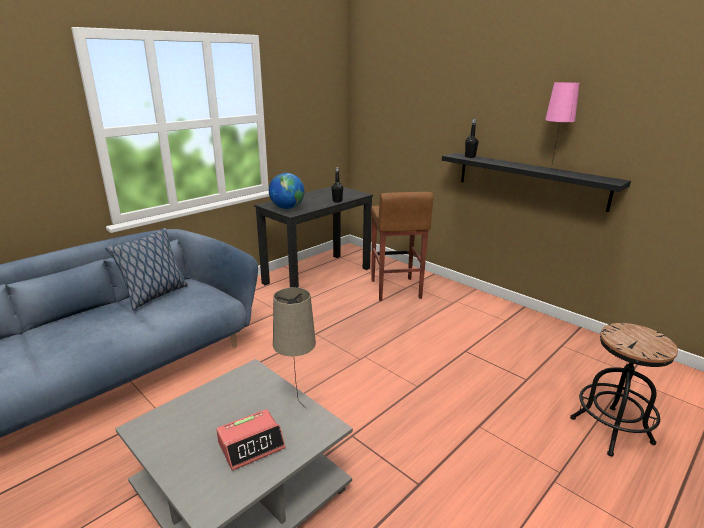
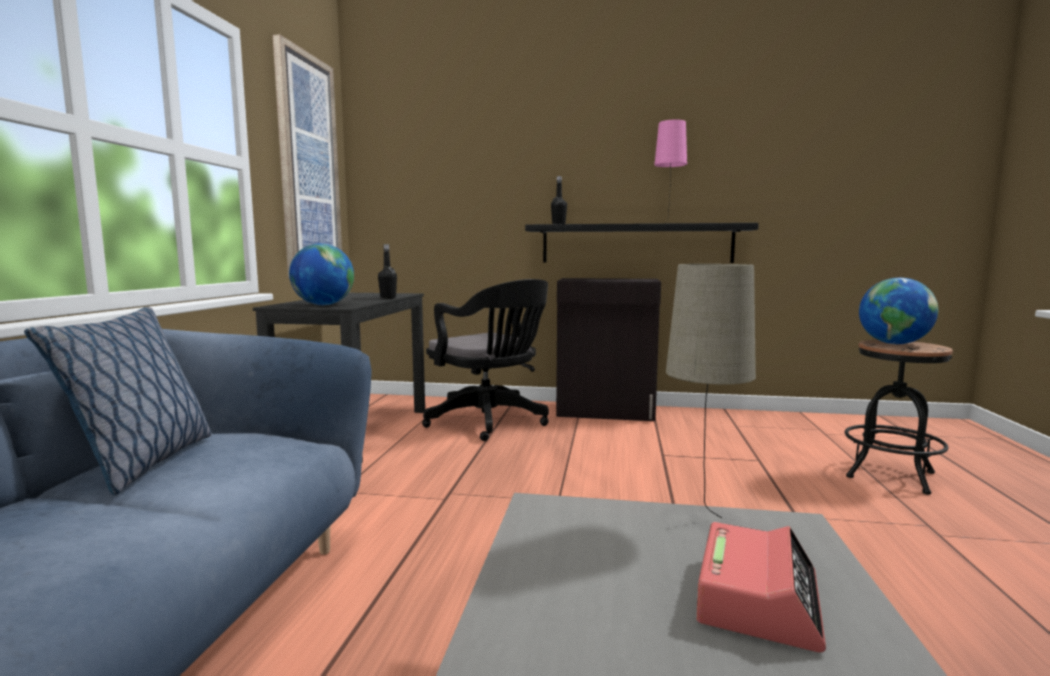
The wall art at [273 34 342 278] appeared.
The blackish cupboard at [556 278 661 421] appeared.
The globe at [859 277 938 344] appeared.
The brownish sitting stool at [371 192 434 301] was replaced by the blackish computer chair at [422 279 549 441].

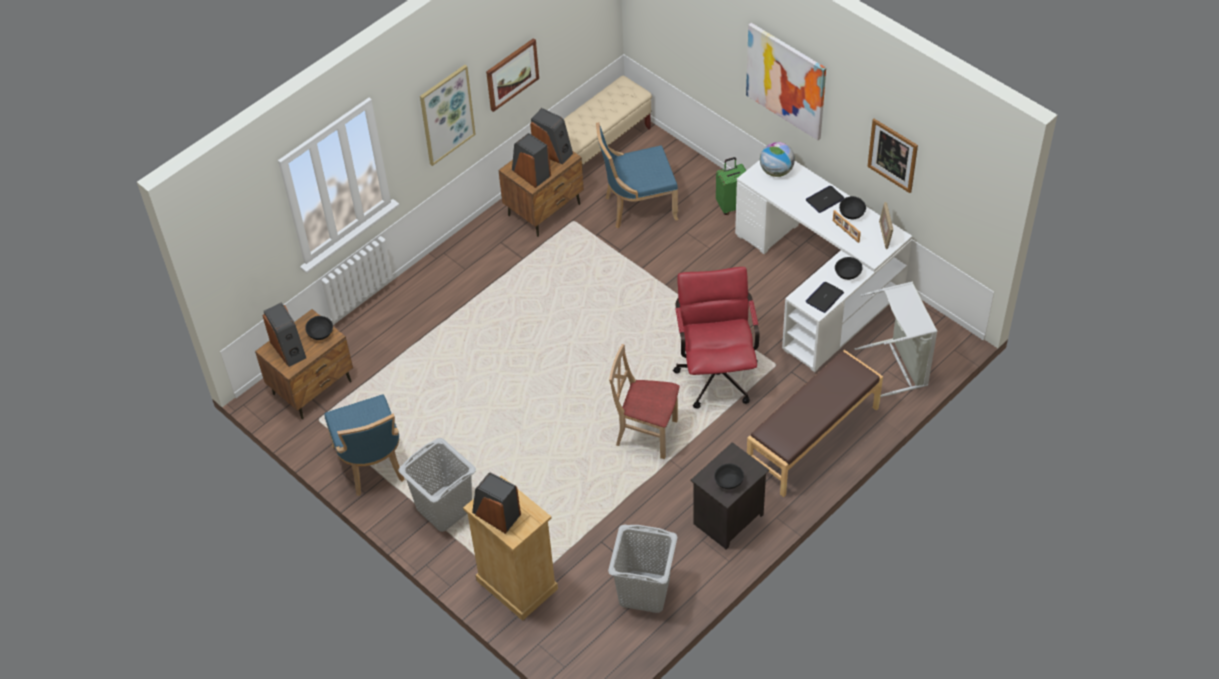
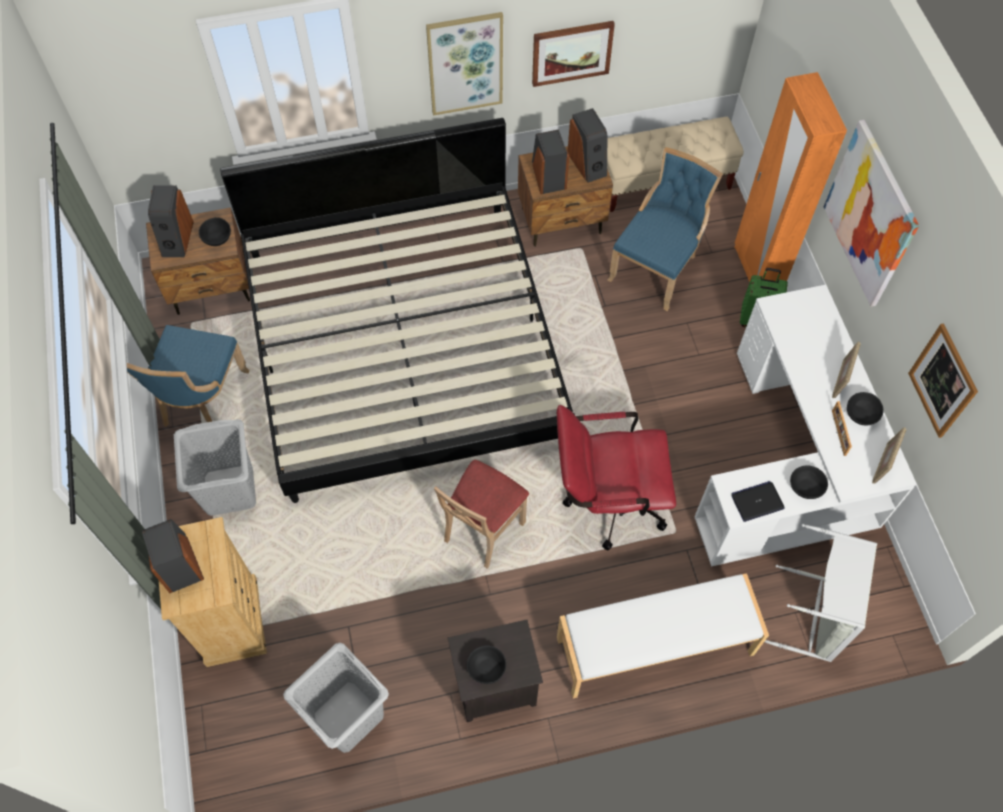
The globe at [760 142 795 177] disappeared.
The bedroom bed at [220 118 575 503] appeared.
The orange armoire at [734 72 847 282] appeared.
The laptop at [806 186 844 213] was replaced by the picture frame at [832 342 861 398].
The brownish indoor bench at [747 350 883 497] became the white-coloured indoor bench at [557 573 769 699].
The blue-coloured chair at [596 122 678 228] turned 105 degrees clockwise.
The beige-coloured chair at [609 344 679 459] turned 105 degrees counterclockwise.
The red computer chair at [673 267 759 409] turned 120 degrees counterclockwise.

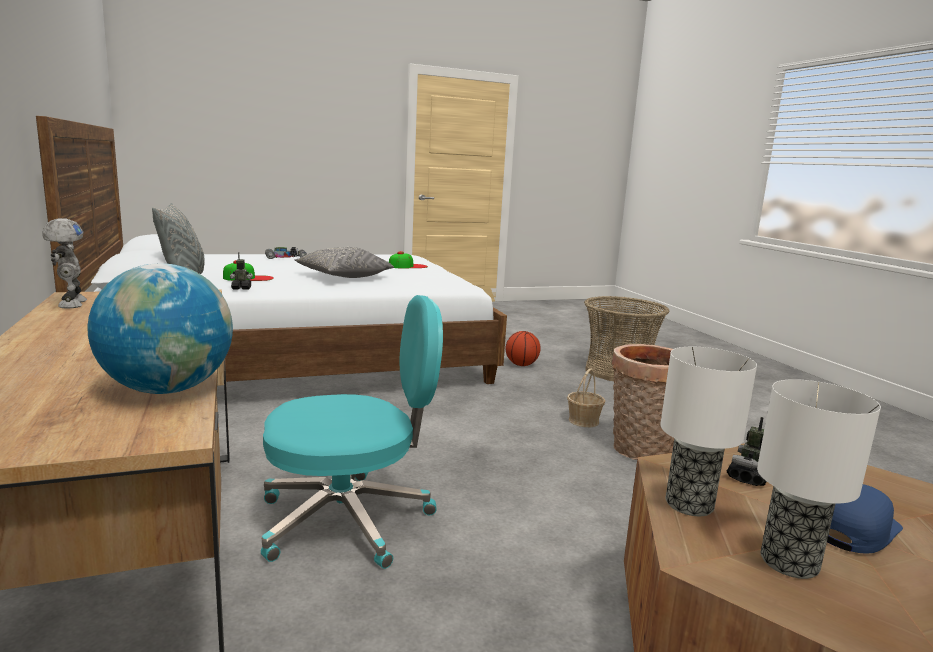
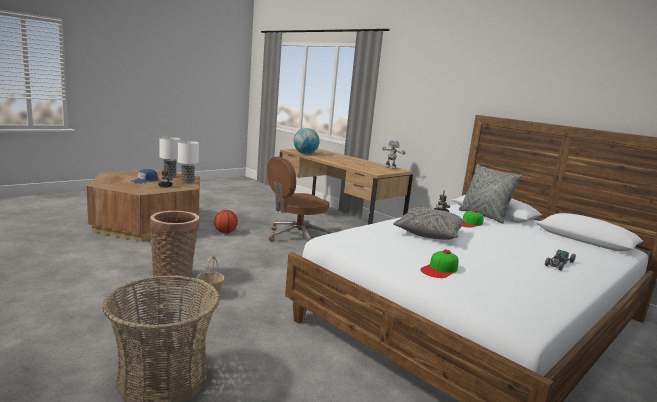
The basketball moved from [505 331 541 366] to [214 210 238 233].
The turquoise-coloured computer chair at [261 295 443 569] became the brownish computer chair at [267 157 332 242].

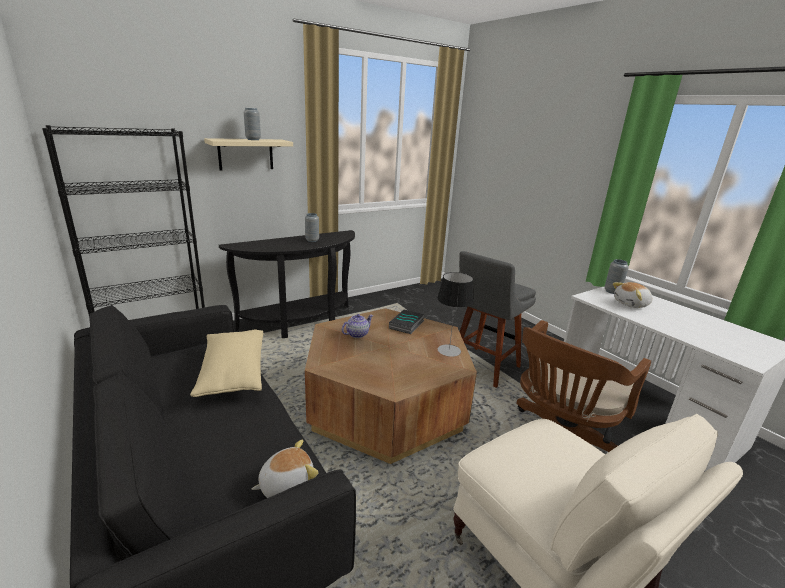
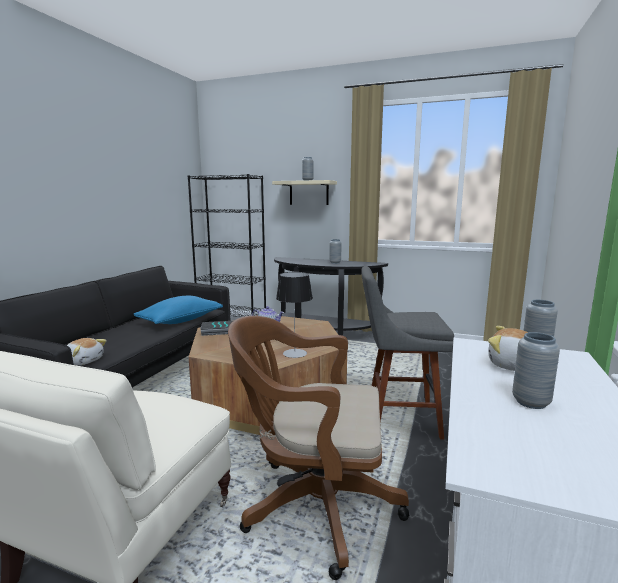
The gray flower vase at [512 332 560 409] appeared.
The volume moved from [389 310 425 334] to [200 321 233 336].
The beige-coloured pillow at [190 330 263 397] became the blue-coloured pillow at [134 296 223 324].

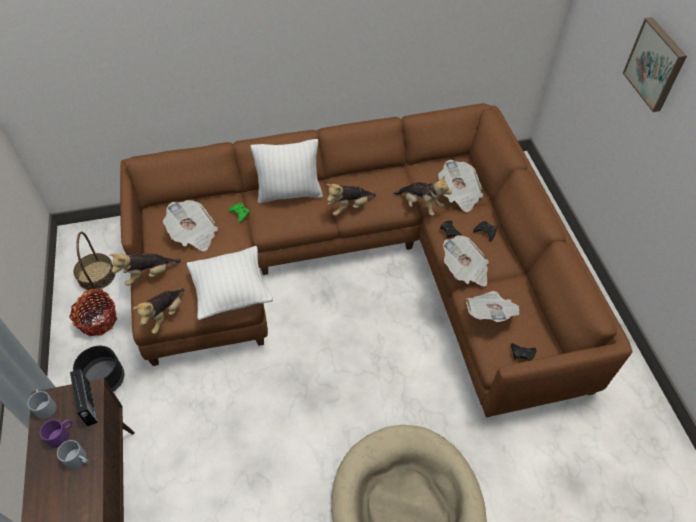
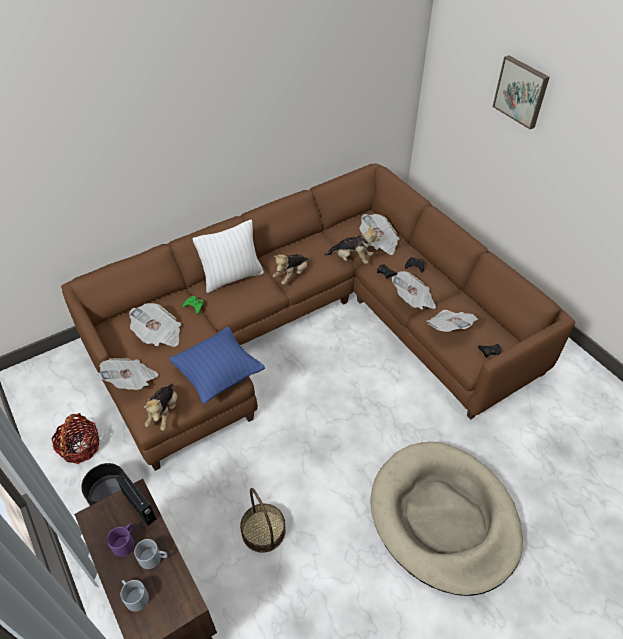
The gray coffee mug moved from [28 389 57 419] to [121 580 149 612].
The household basket moved from [74 232 116 290] to [240 488 286 553].
The soft toy at [109 253 181 286] was replaced by the printed paper at [98 358 159 390].
The white-coloured pillow at [187 246 273 320] became the blue-coloured pillow at [169 326 265 404].

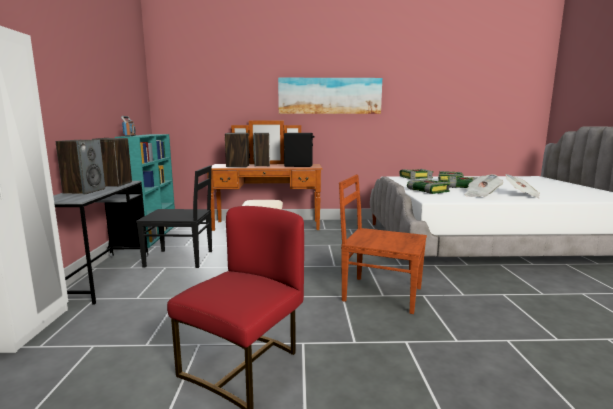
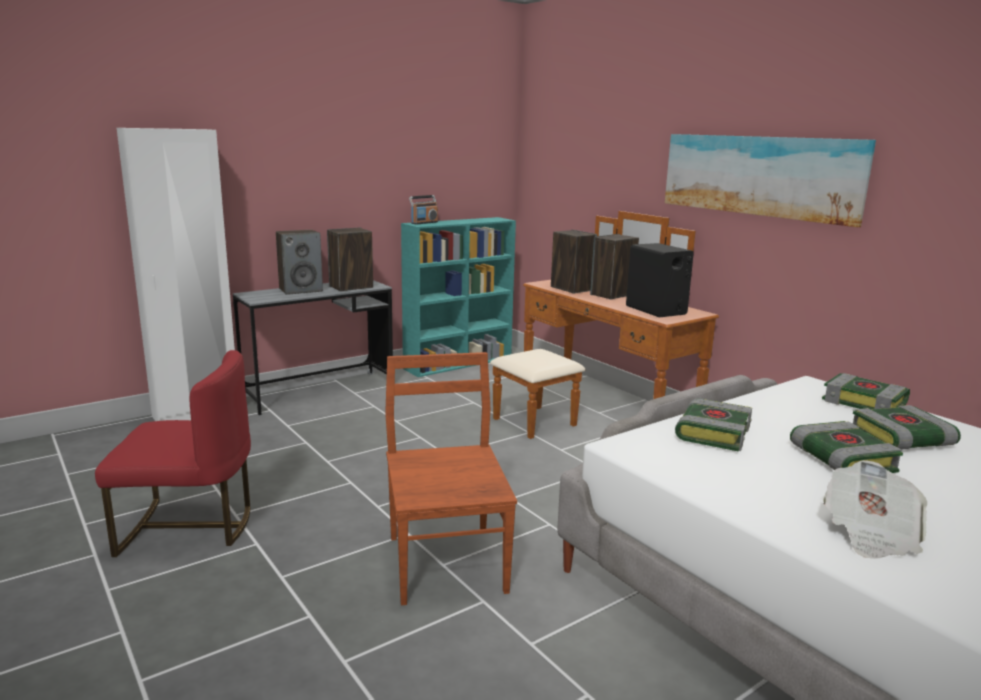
The blackish chair at [136 165 212 268] disappeared.
The printed paper at [465 174 503 197] disappeared.

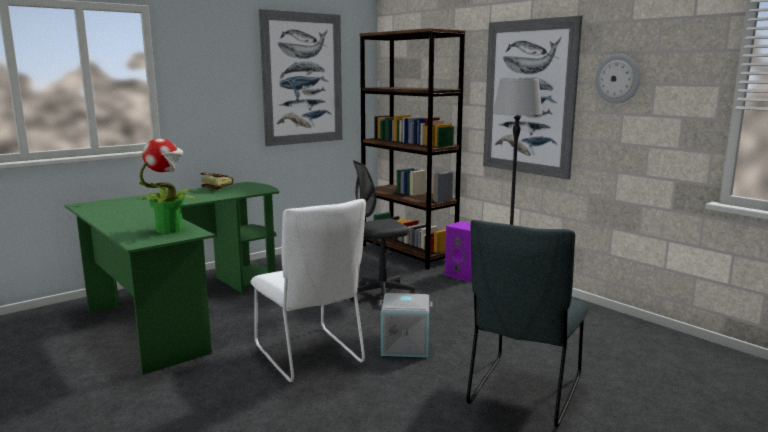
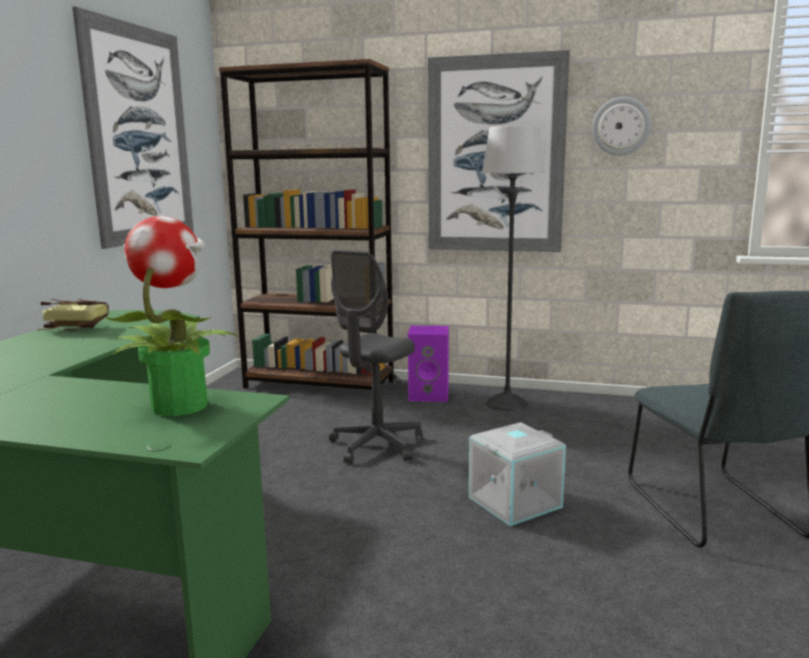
The white-coloured chair at [251 199 366 382] disappeared.

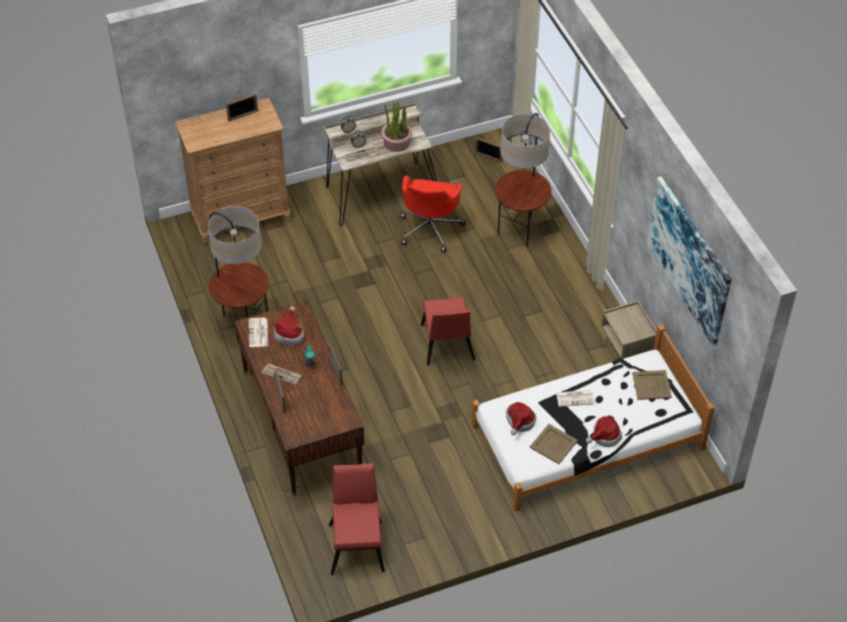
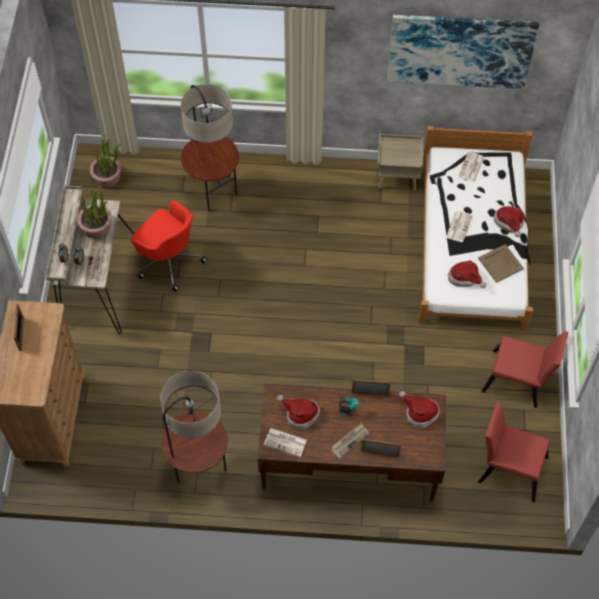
The hat at [399 391 440 430] appeared.
The red chair moved from [421 297 475 366] to [482 332 569 408].
The picture frame at [475 137 502 163] was replaced by the plant in a pot at [90 135 121 188].
The beige-coloured tray at [632 370 672 400] was replaced by the printed paper at [458 151 484 182].

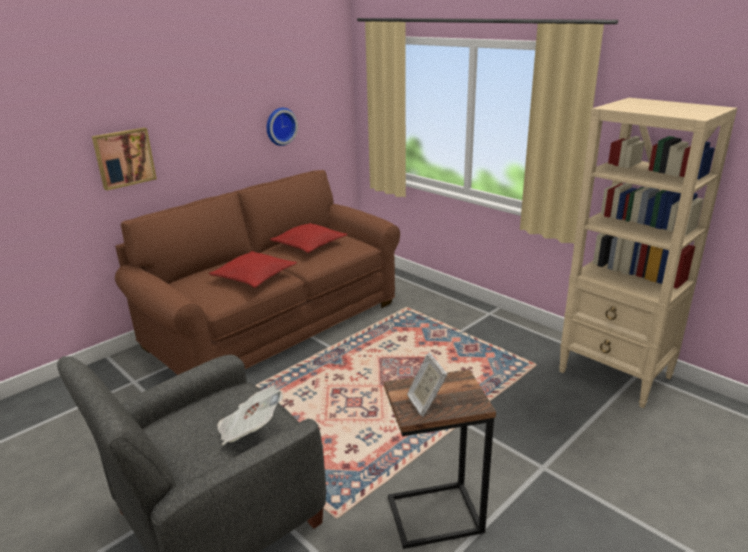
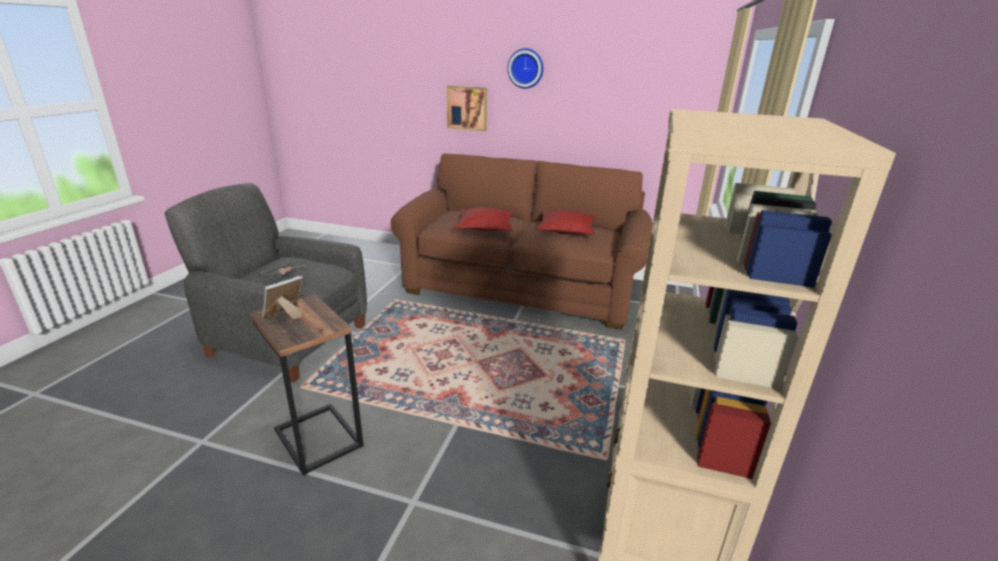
The hanging clock moved from [267 108 298 146] to [507 48 544 89].

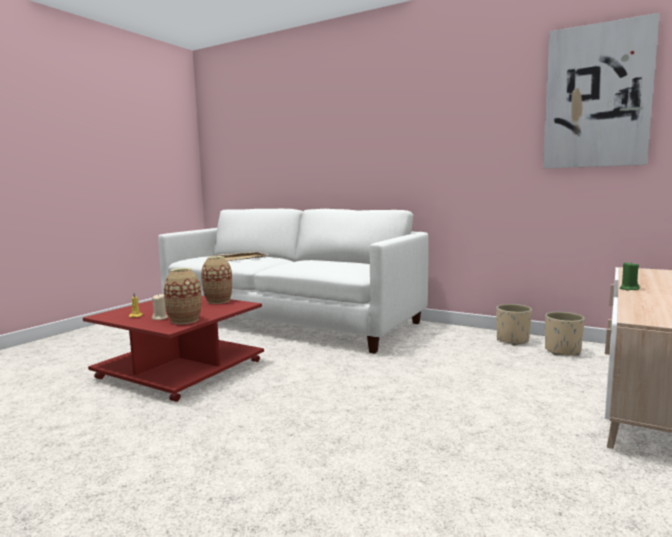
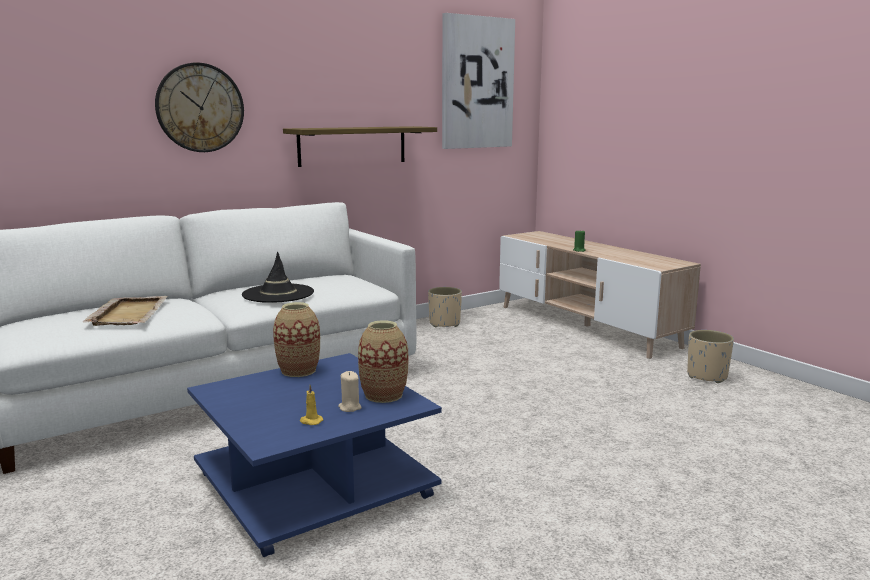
The hanging clock at [155 62 244 152] appeared.
The blackish hat at [242 251 314 303] appeared.
The bracket shelf at [283 126 437 167] appeared.
The beige-coloured planter moved from [545 312 585 355] to [687 330 734 383].
The red lounge table at [83 296 264 402] became the blue-coloured lounge table at [187 353 442 557].

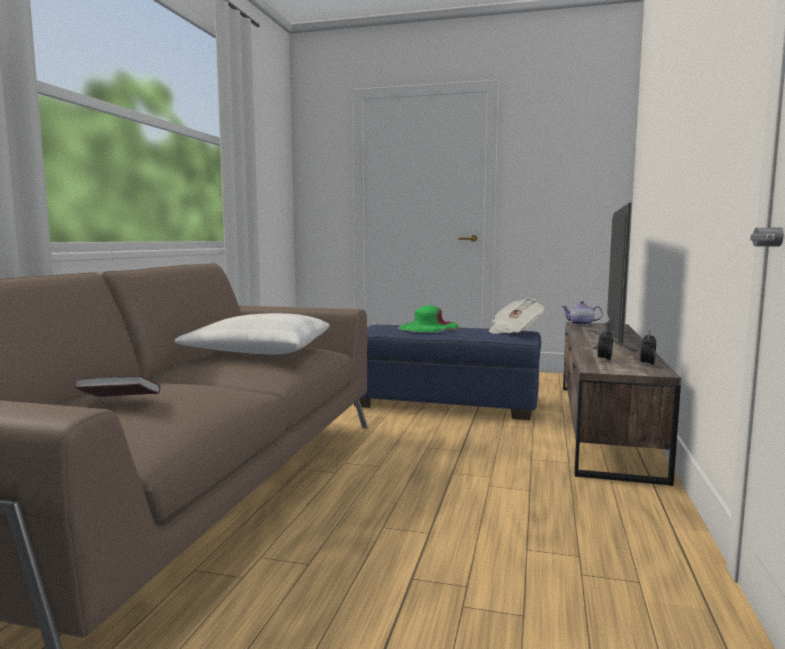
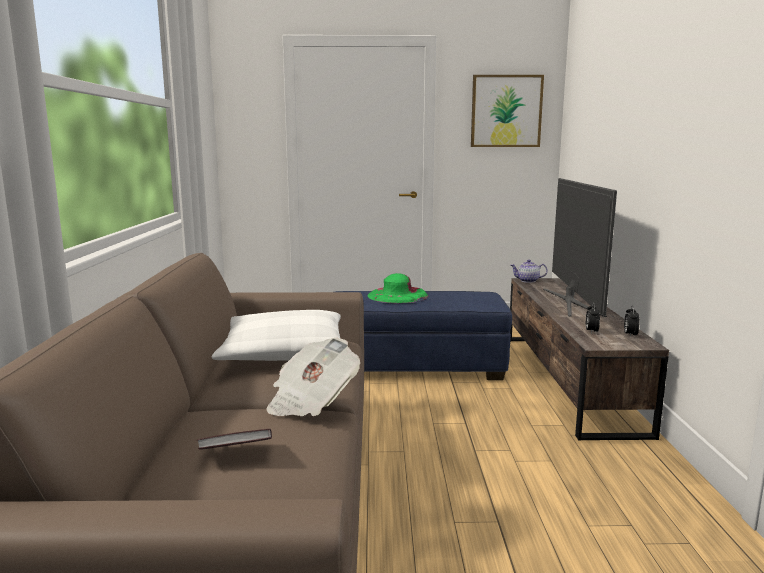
The wall art at [471 75 544 147] appeared.
The printed paper moved from [489 298 544 334] to [266 338 360 416].

